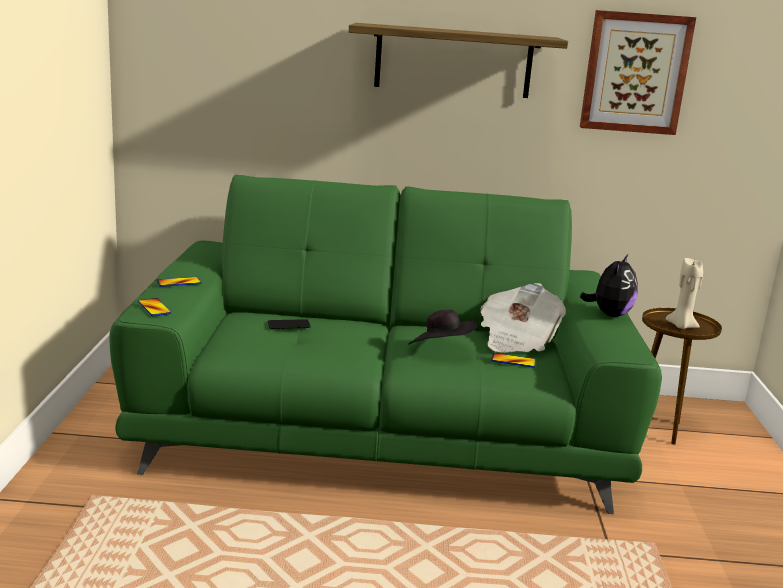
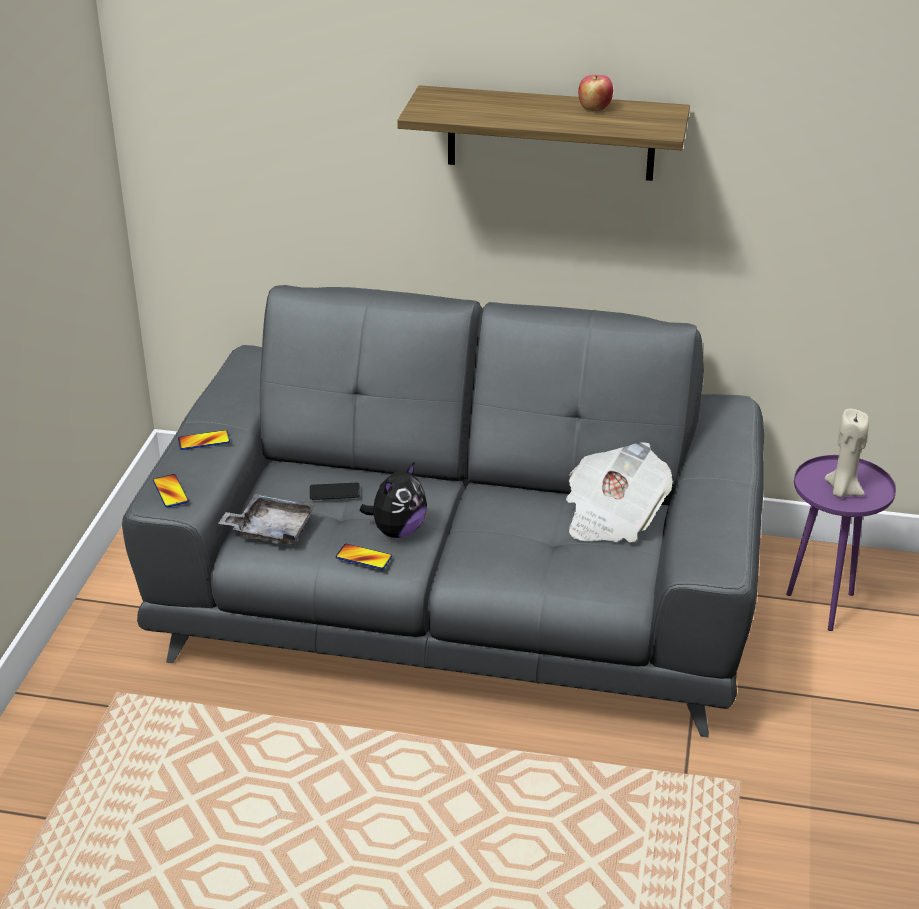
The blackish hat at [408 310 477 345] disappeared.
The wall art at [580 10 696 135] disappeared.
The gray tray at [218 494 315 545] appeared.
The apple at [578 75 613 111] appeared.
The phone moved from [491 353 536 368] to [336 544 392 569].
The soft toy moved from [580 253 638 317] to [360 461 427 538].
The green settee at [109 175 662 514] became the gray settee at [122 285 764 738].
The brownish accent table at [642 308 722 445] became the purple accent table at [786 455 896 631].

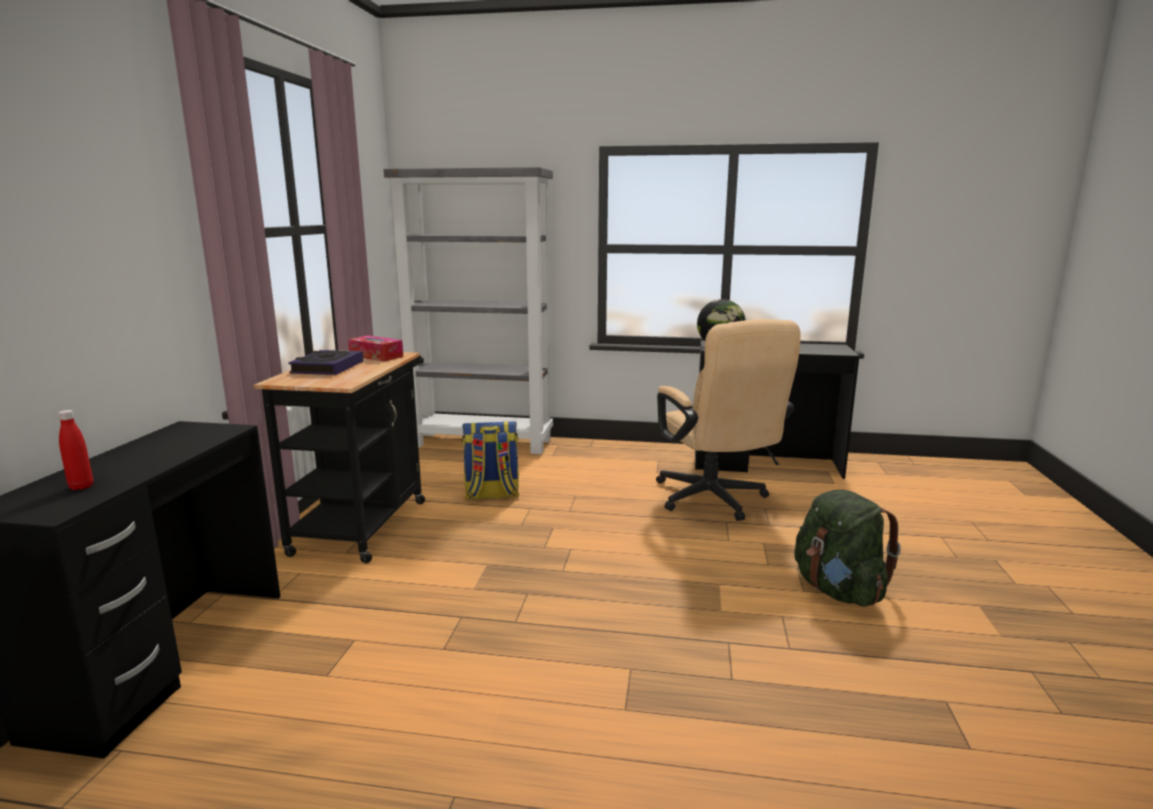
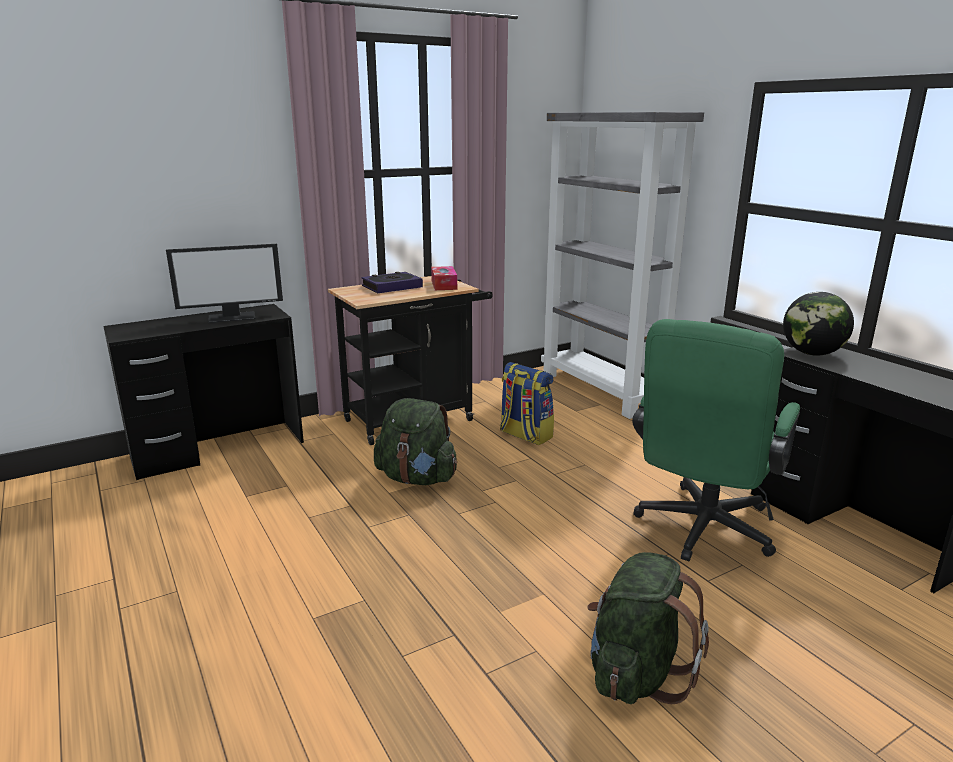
The red drink bottle at [58 410 93 490] disappeared.
The monitor at [166 244 283 323] appeared.
The green knapsack at [374 398 457 485] appeared.
The beige-coloured computer chair at [656 319 801 521] became the green computer chair at [632 319 800 561].

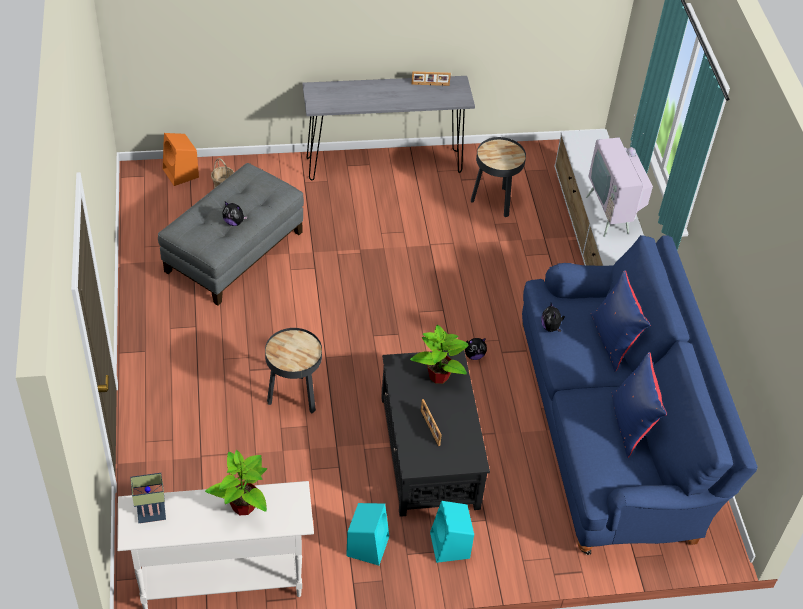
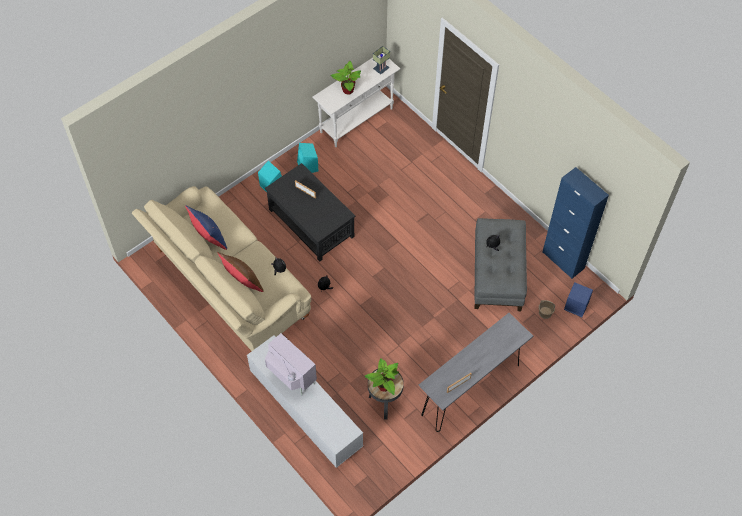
The blackish accent table at [265 328 322 413] disappeared.
The blue-coloured cupboard at [542 167 609 279] appeared.
The plant in a pot moved from [410 325 469 384] to [365 358 399 395].
The orange speaker at [163 133 199 186] became the blue-coloured speaker at [564 282 593 317].
The blue-coloured settee at [522 235 758 555] became the beige-coloured settee at [132 186 311 352].
The blue-coloured pillow at [590 270 651 372] became the brownish pillow at [217 252 263 292].

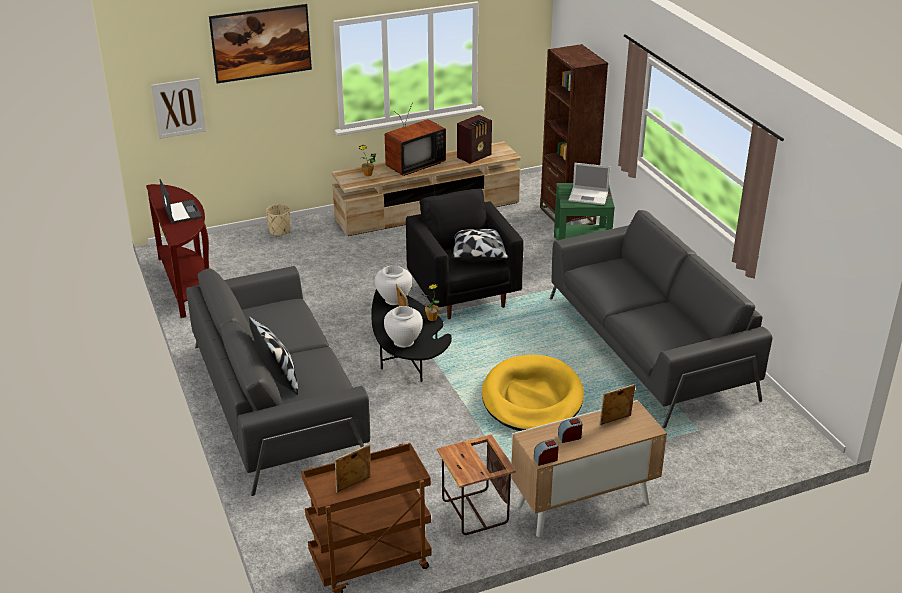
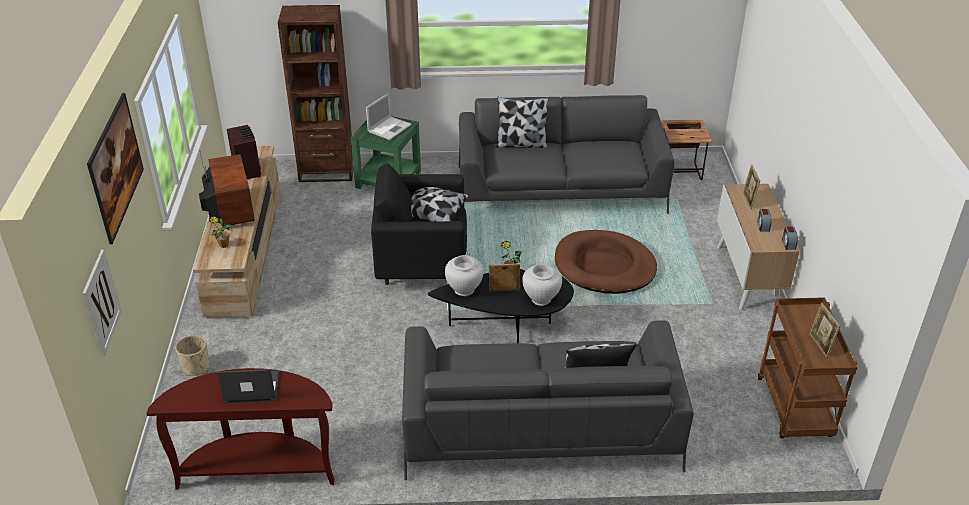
The pillow at [496 97 549 148] appeared.
The accent table moved from [437 434 516 535] to [662 119 712 180].
The yellowish pet bed at [482 355 584 431] became the brownish pet bed at [555 230 657 294].

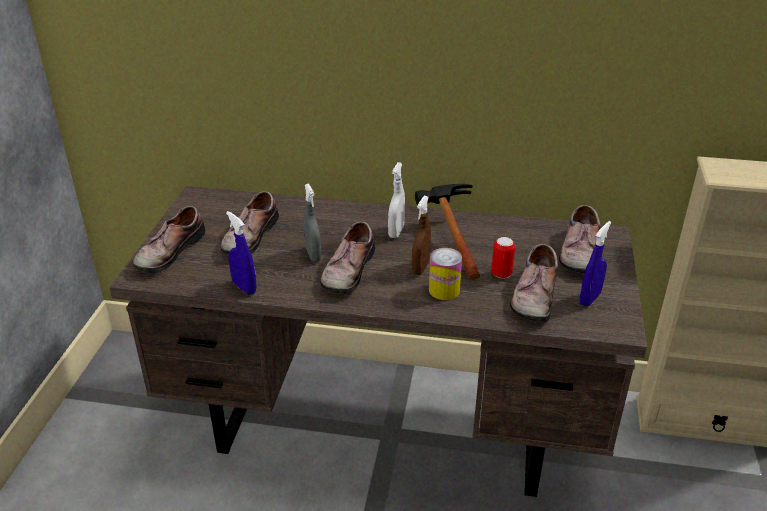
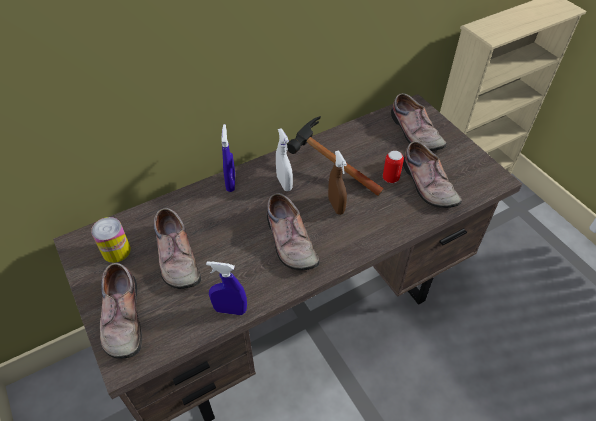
The gray hand sprayer at [304 184 321 262] disappeared.
The metal can moved from [429 248 462 300] to [91 217 131 263].
The blue-coloured hand sprayer moved from [580 221 611 307] to [222 124 235 192].

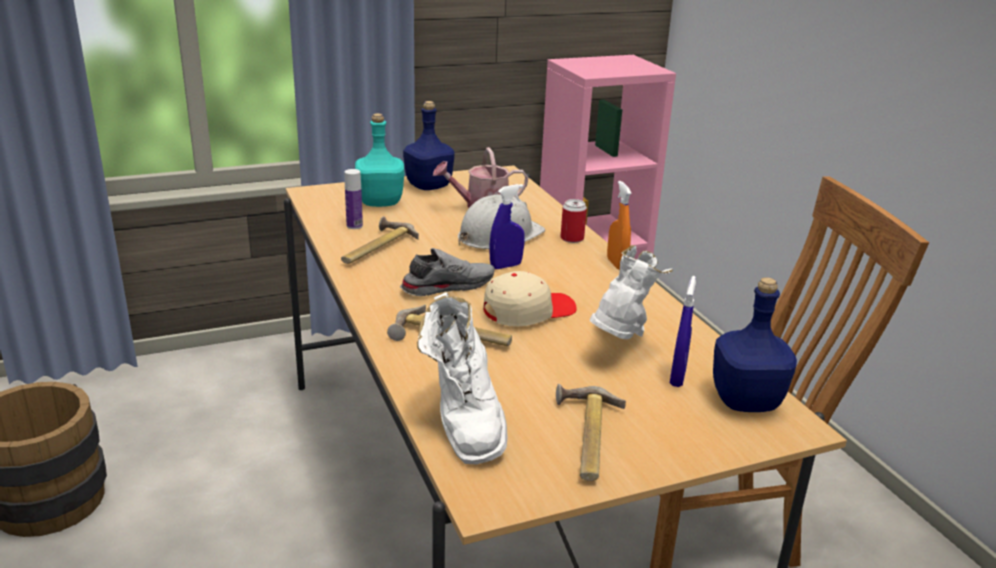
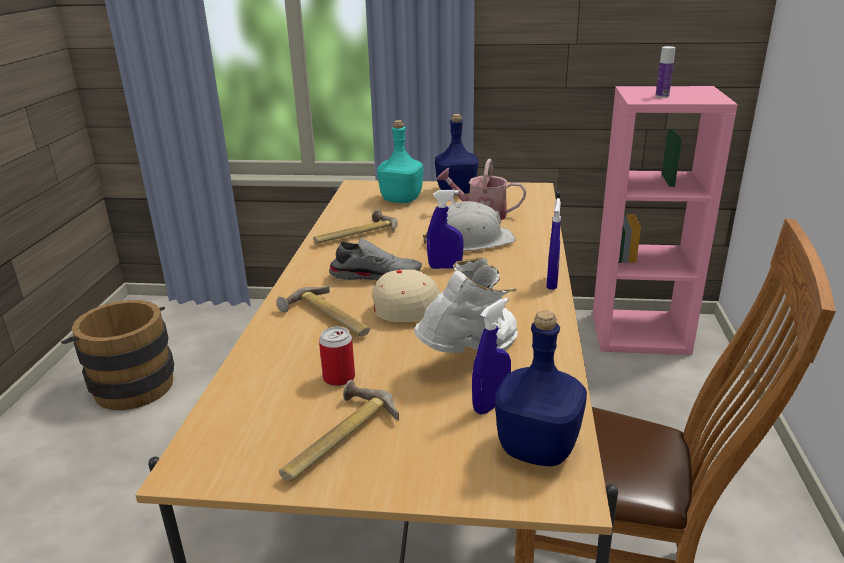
The white-coloured tall boot at [417 292 508 464] disappeared.
The drink bottle moved from [345 169 363 229] to [656 46 675 98].
The metal can moved from [561 199 587 243] to [319 326 355 386].
The orange hand sprayer at [607 181 632 270] became the blue-coloured hand sprayer at [546 198 561 290].

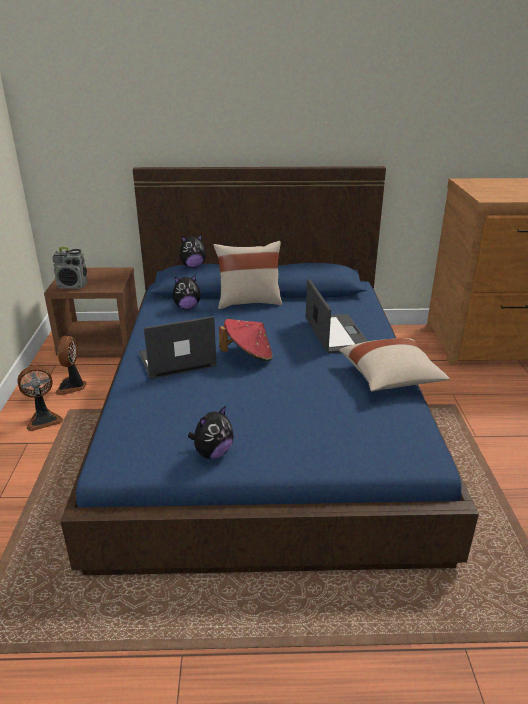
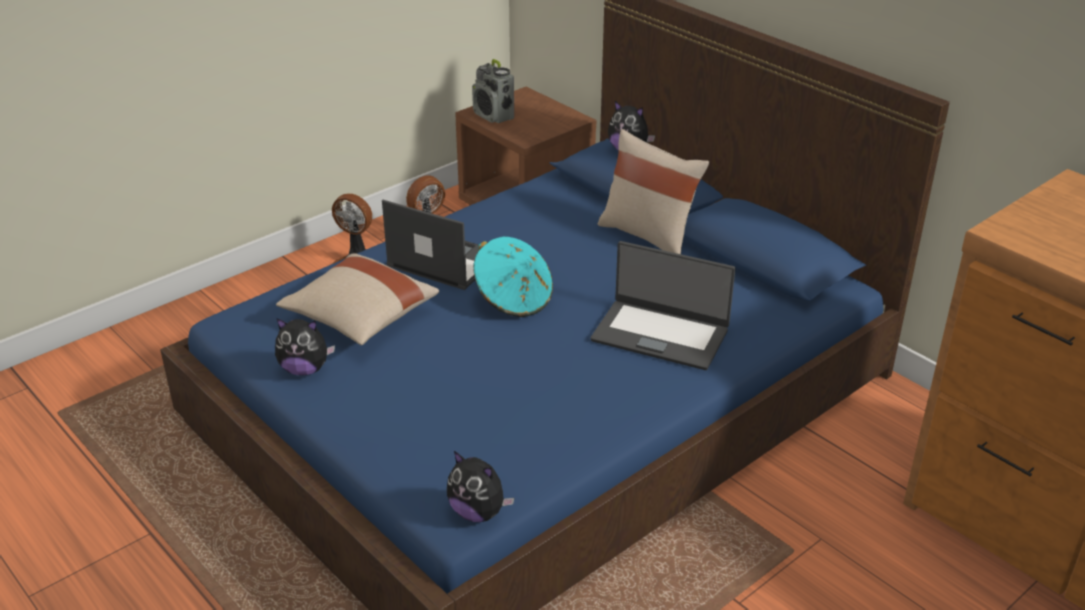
The soft toy moved from [173 275 201 309] to [447 451 514 522].
The beige-coloured pillow moved from [339 338 450 391] to [276 253 439 345].
The red hat at [219 319 272 361] became the turquoise-coloured hat at [473 237 553 317].
The laptop at [306 279 368 354] turned 75 degrees clockwise.

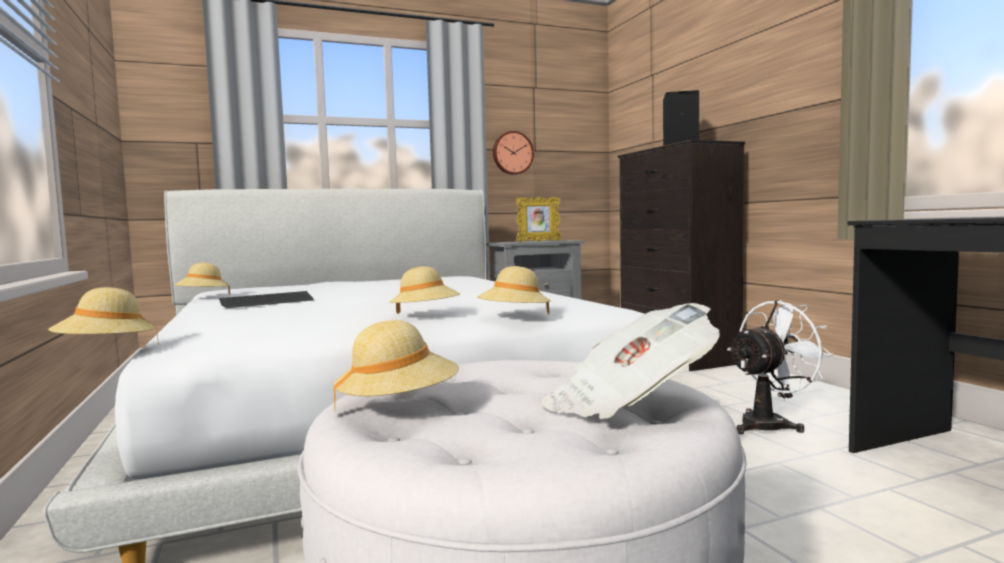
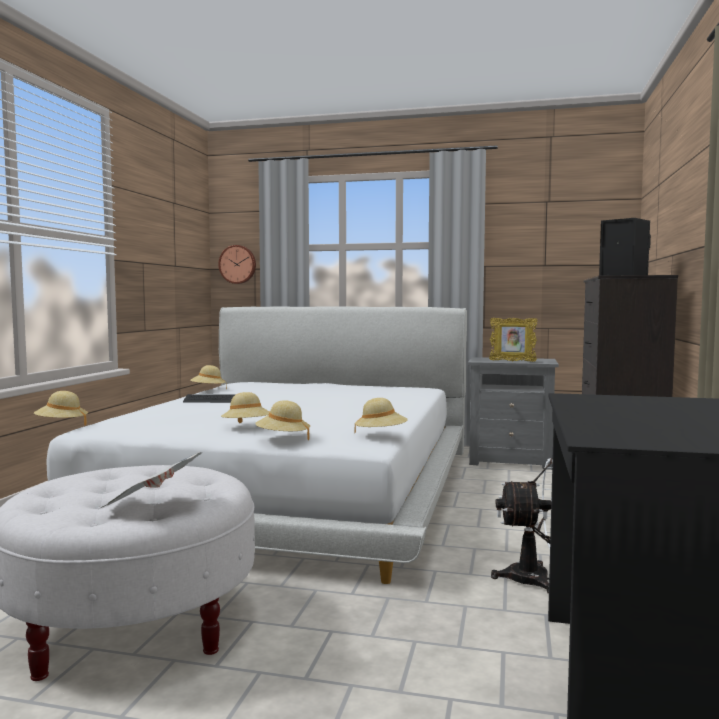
The beige-coloured hat moved from [333 320 459 412] to [354 398 408 433].
The hanging clock moved from [493 131 534 175] to [218 245 256 284].

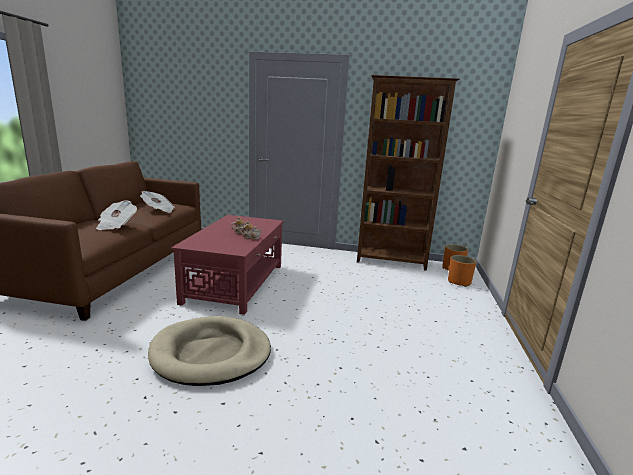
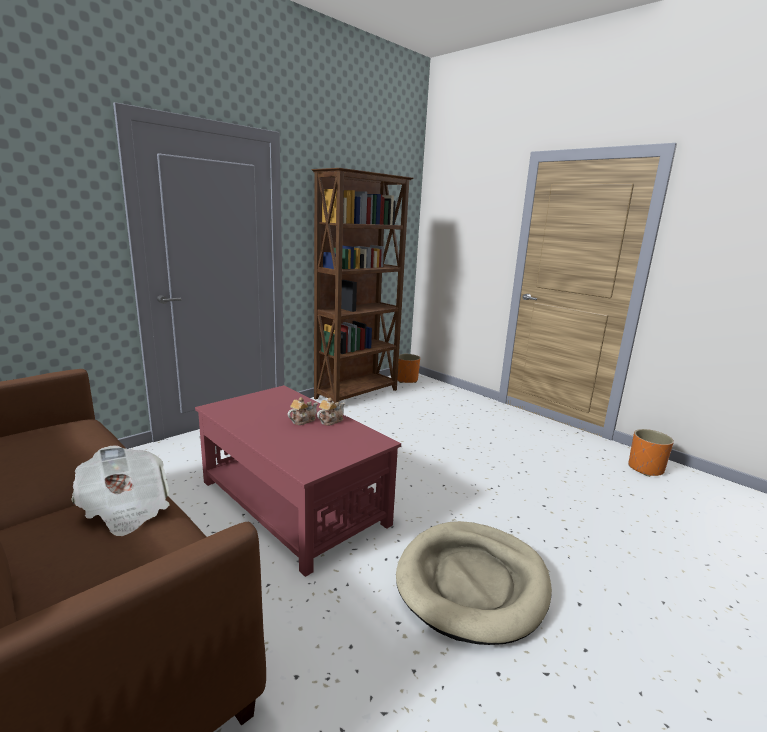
The printed paper at [140 191 175 213] disappeared.
The orange planter moved from [448 255 476 287] to [628 429 674 477].

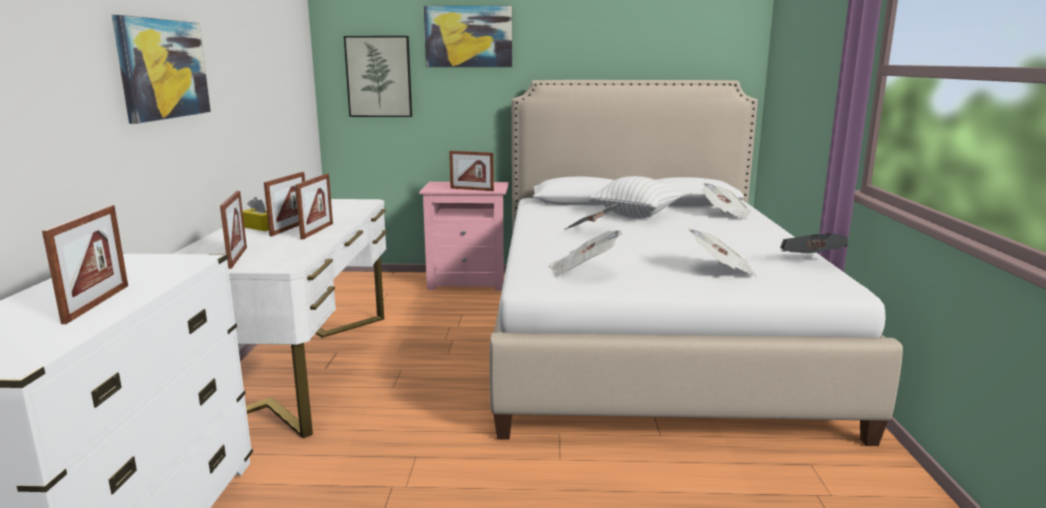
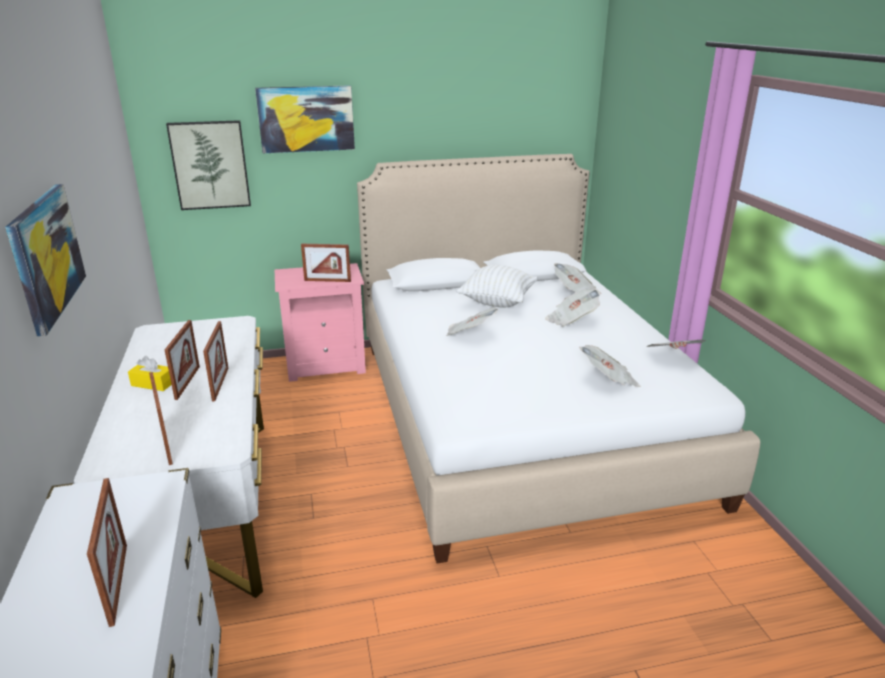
The printed paper moved from [549 230 622 273] to [545 289 601 327].

